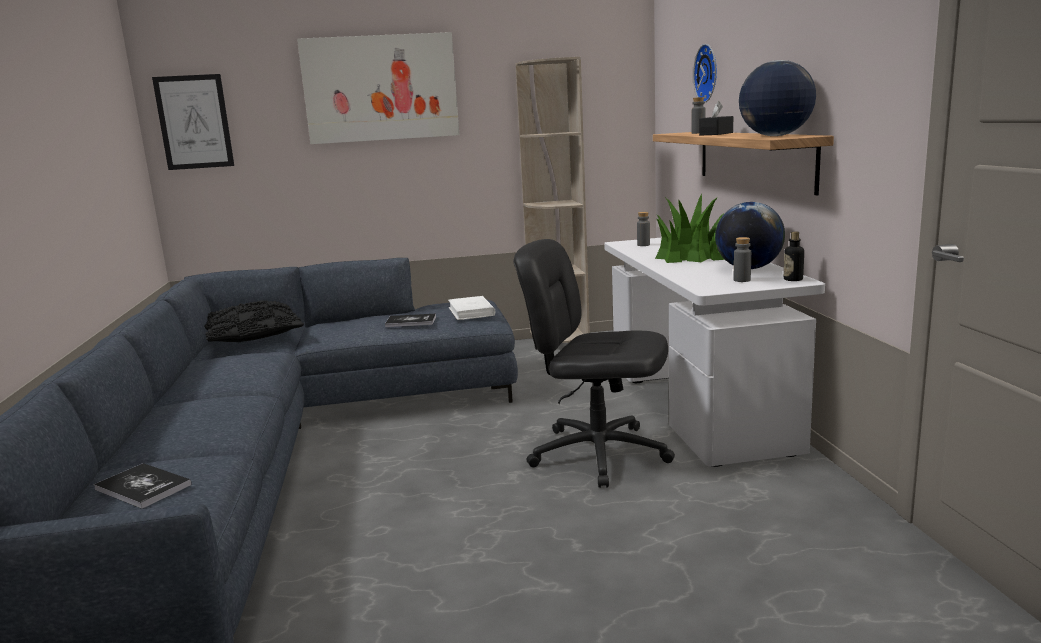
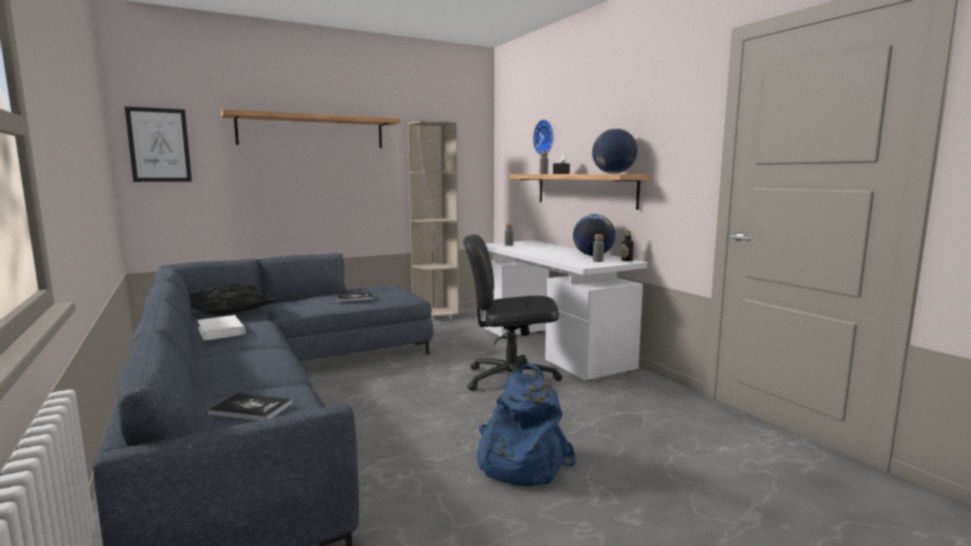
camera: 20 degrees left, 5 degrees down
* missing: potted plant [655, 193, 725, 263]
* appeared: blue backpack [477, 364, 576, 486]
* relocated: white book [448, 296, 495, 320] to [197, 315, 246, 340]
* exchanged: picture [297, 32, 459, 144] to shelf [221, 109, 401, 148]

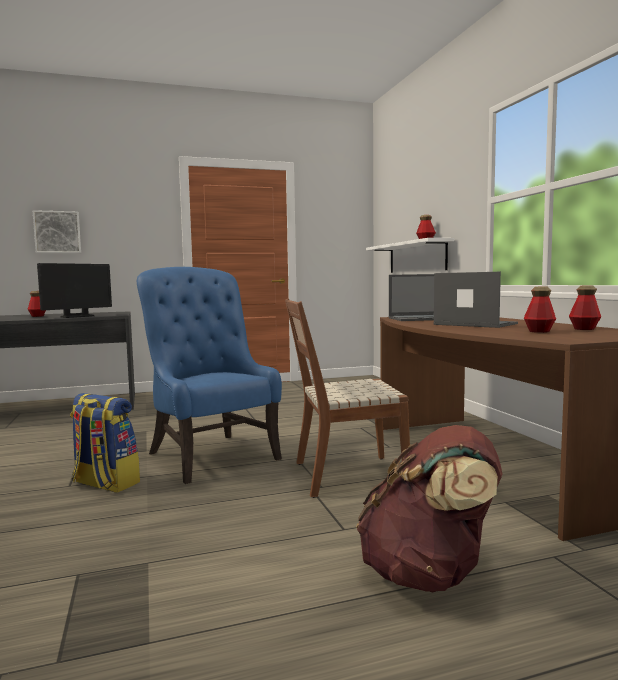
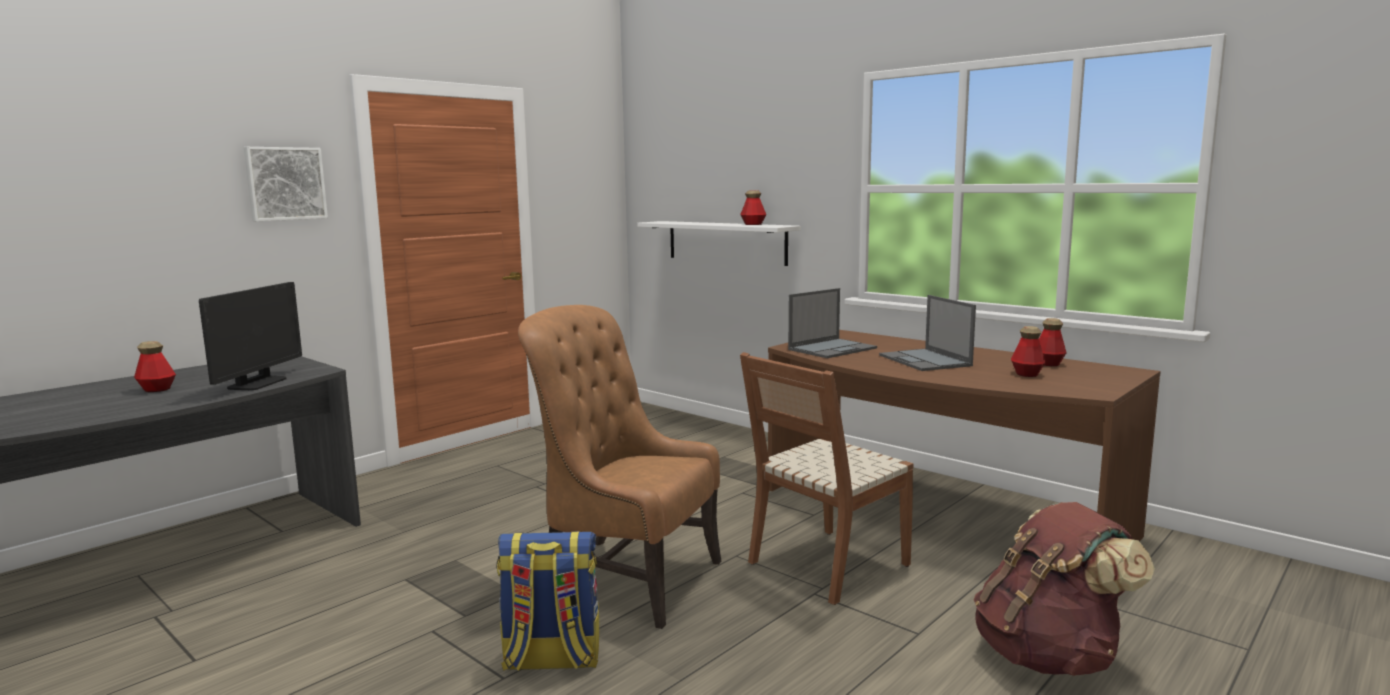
camera: 30 degrees left, 5 degrees up
* relocated: picture [33, 210, 81, 253] to [244, 147, 328, 221]
* colour: blue chair [137, 267, 282, 484] to brown chair [518, 305, 721, 629]
* spun: laptop [434, 272, 518, 328] = [879, 295, 976, 371] 120 degrees counterclockwise

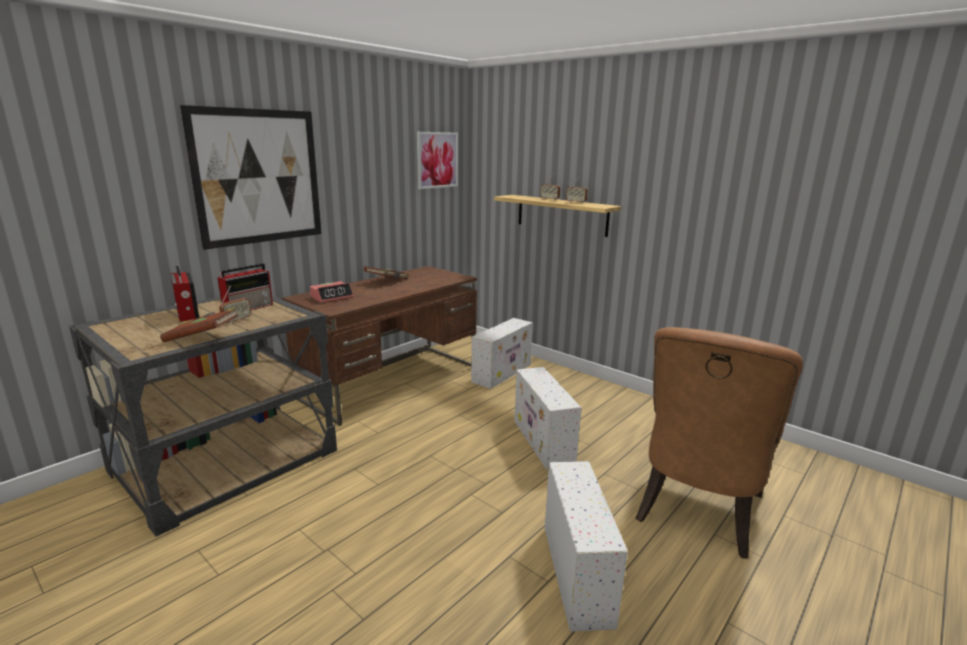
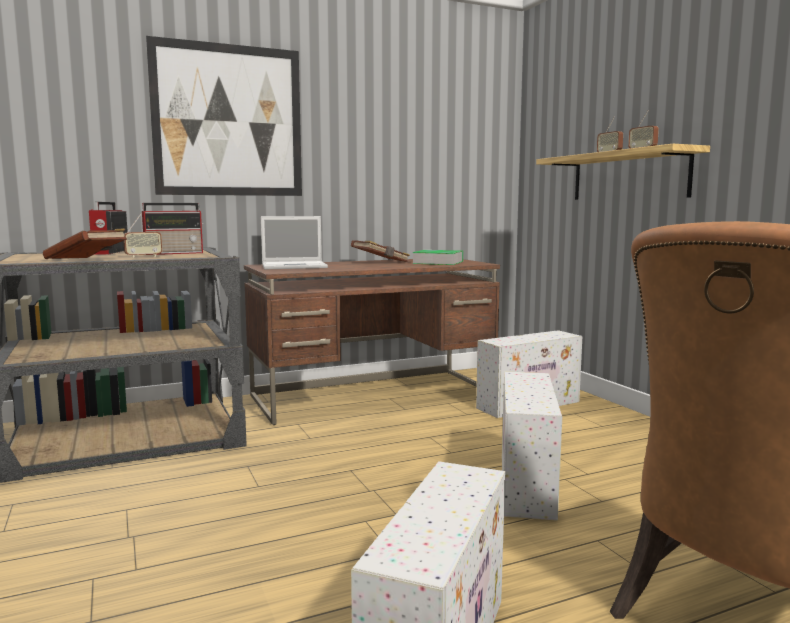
camera: 25 degrees right, 10 degrees down
* missing: picture [417, 132, 458, 189]
* appeared: book [412, 250, 464, 265]
* exchanged: alarm clock [310, 281, 354, 303] to laptop [261, 216, 328, 269]

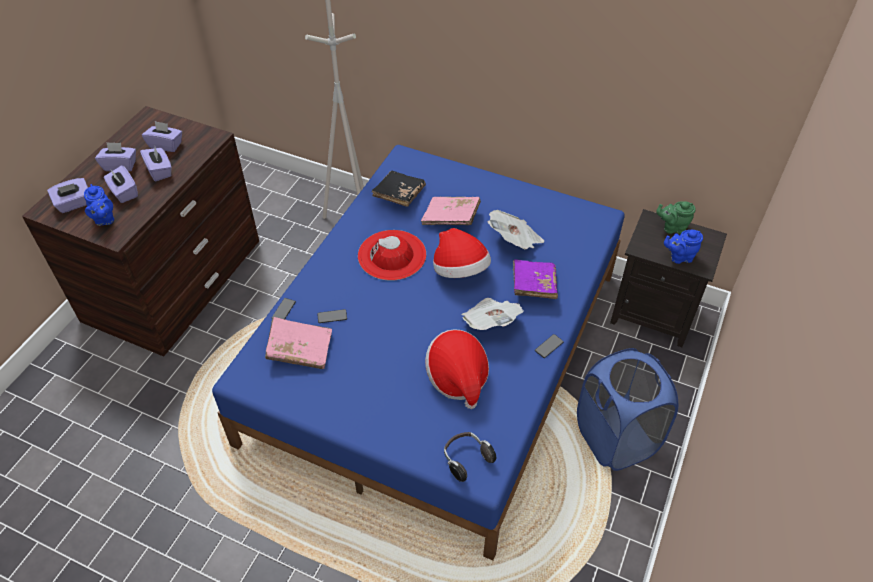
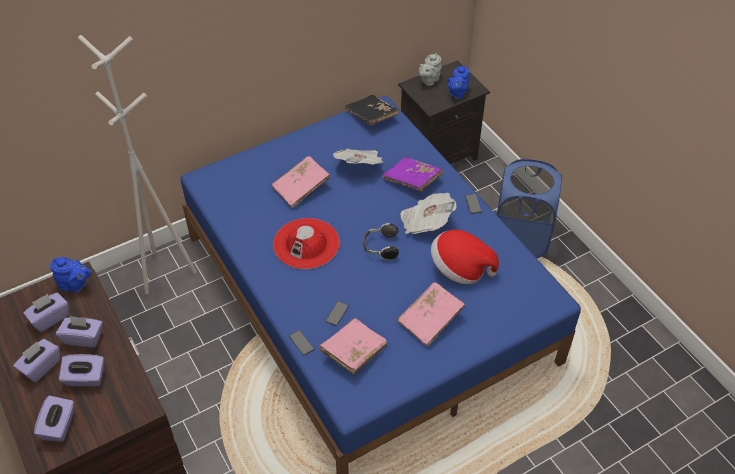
camera: 55 degrees left, 0 degrees up
* missing: hat [433, 228, 491, 278]
* appeared: pink book [398, 283, 465, 347]
* relocated: blue teapot [84, 184, 114, 226] to [50, 257, 92, 292]
* relocated: black book [372, 171, 426, 207] to [345, 95, 399, 125]
* relocated: headphones [444, 432, 496, 482] to [363, 223, 399, 260]
* colour: green teapot [656, 201, 696, 234] to grey teapot [419, 53, 441, 86]

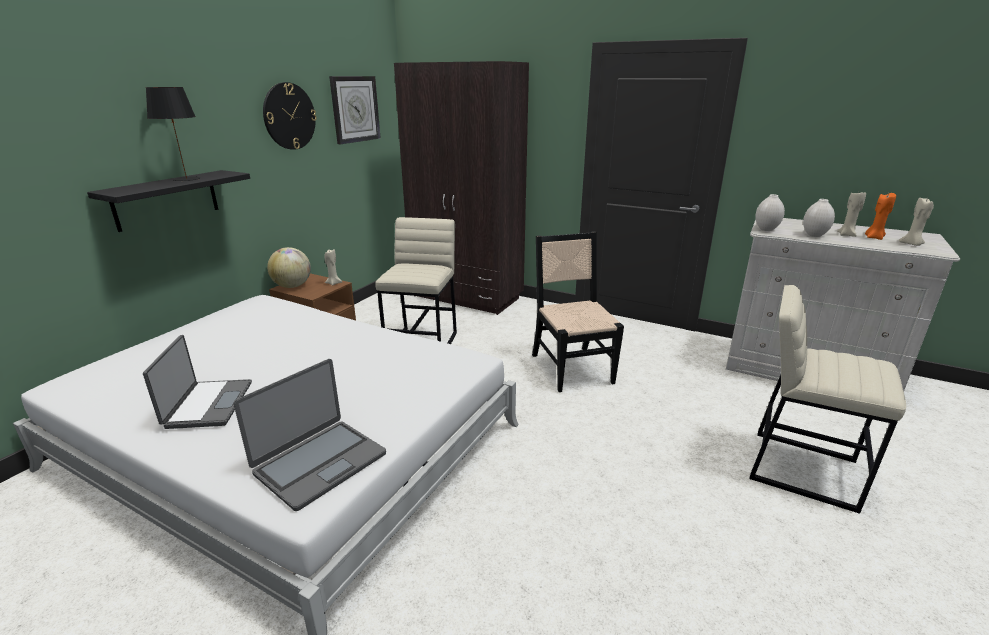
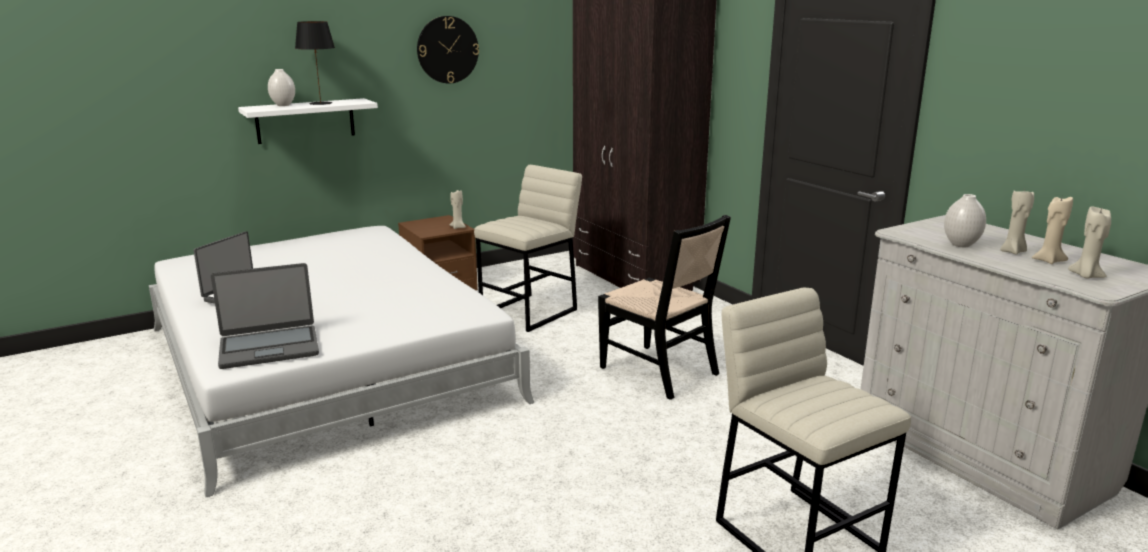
camera: 30 degrees right, 5 degrees down
* missing: globe [267, 247, 311, 288]
* missing: wall clock [329, 76, 381, 144]
* relocated: white vase [755, 194, 785, 231] to [268, 69, 295, 106]
* colour: black shelf [87, 170, 250, 232] to white shelf [238, 98, 378, 144]
* colour: orange candle [865, 193, 896, 240] to beige candle [1032, 197, 1073, 264]
* spun: chair [532, 231, 624, 392] = [598, 215, 731, 400] 120 degrees clockwise

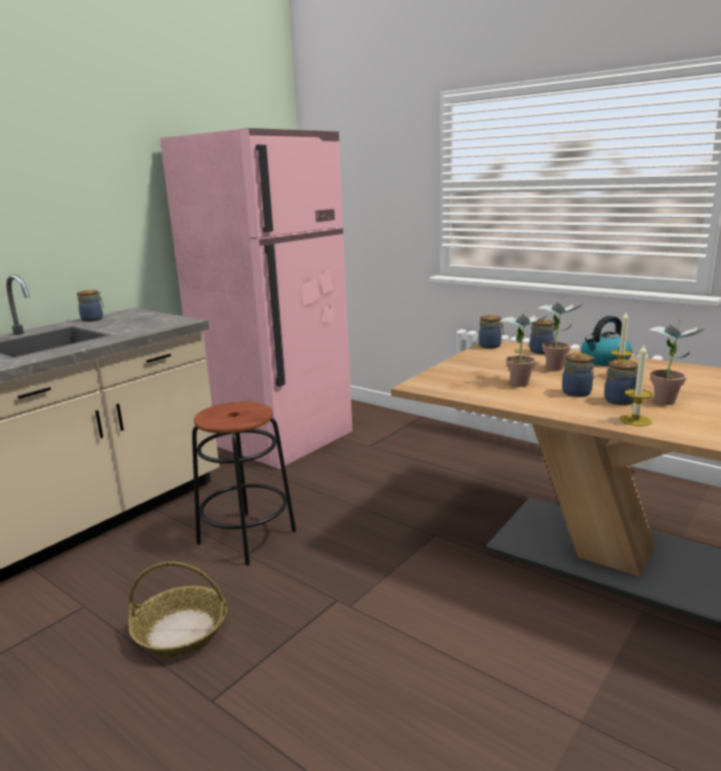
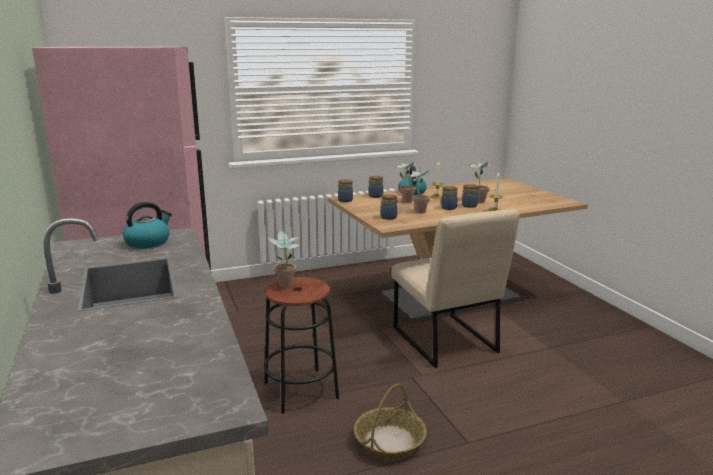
camera: 60 degrees left, 0 degrees up
* appeared: kettle [123, 202, 172, 249]
* appeared: potted plant [266, 229, 301, 288]
* appeared: beige chair [391, 209, 520, 368]
* relocated: jar [77, 290, 104, 322] to [381, 194, 397, 220]

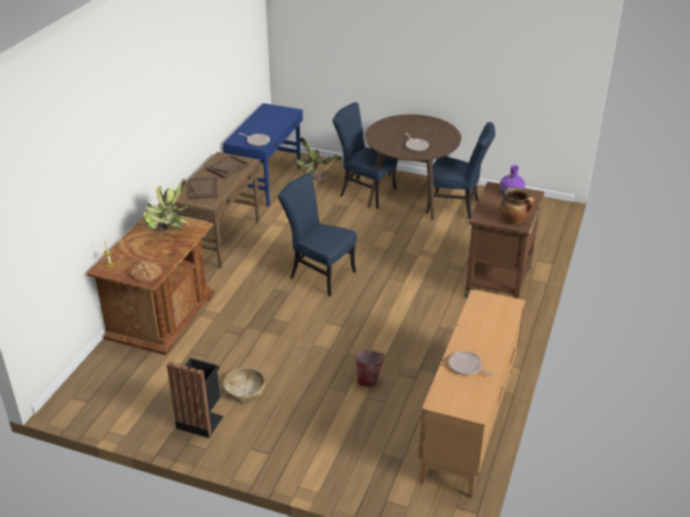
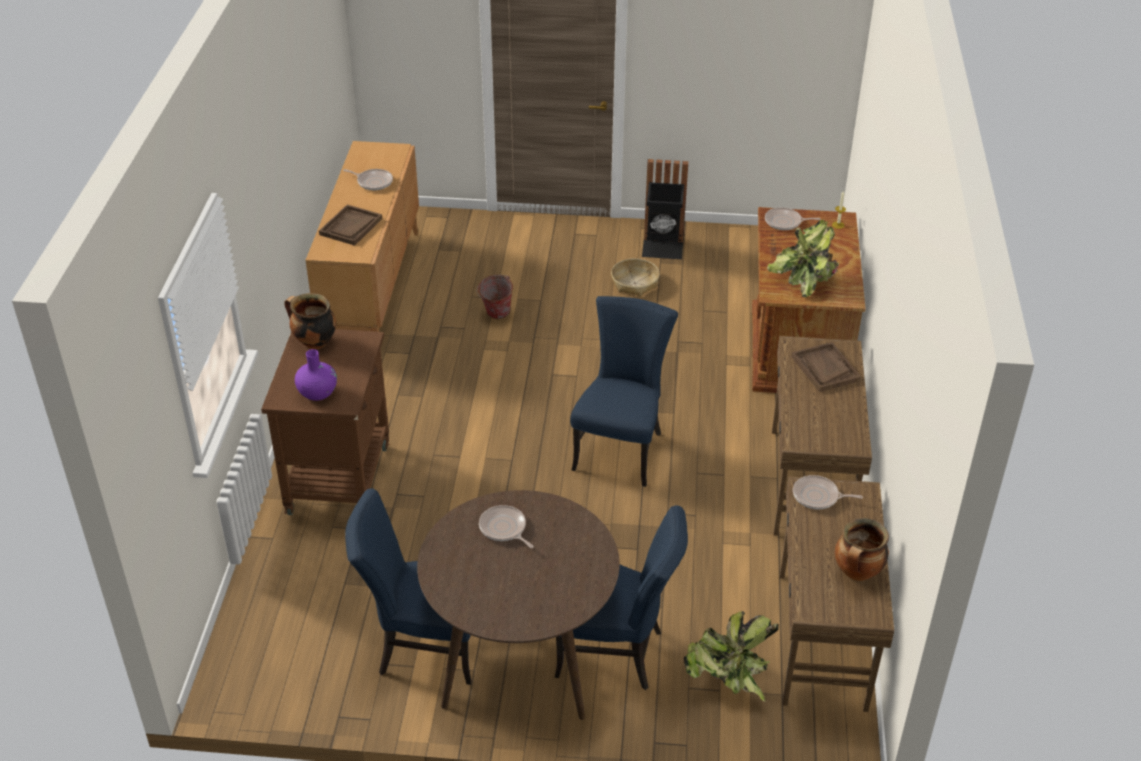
camera: 165 degrees right, 5 degrees up
* appeared: cooking pot [835, 518, 889, 581]
* relocated: brown tray [206, 155, 250, 179] to [319, 204, 382, 246]
* exchanged: bread [130, 260, 162, 282] to frying pan [765, 207, 821, 230]
* colour: blue console table [223, 103, 303, 206] to brown console table [780, 476, 894, 712]
* spun: blue chair [278, 173, 357, 296] = [570, 296, 678, 487] 90 degrees counterclockwise

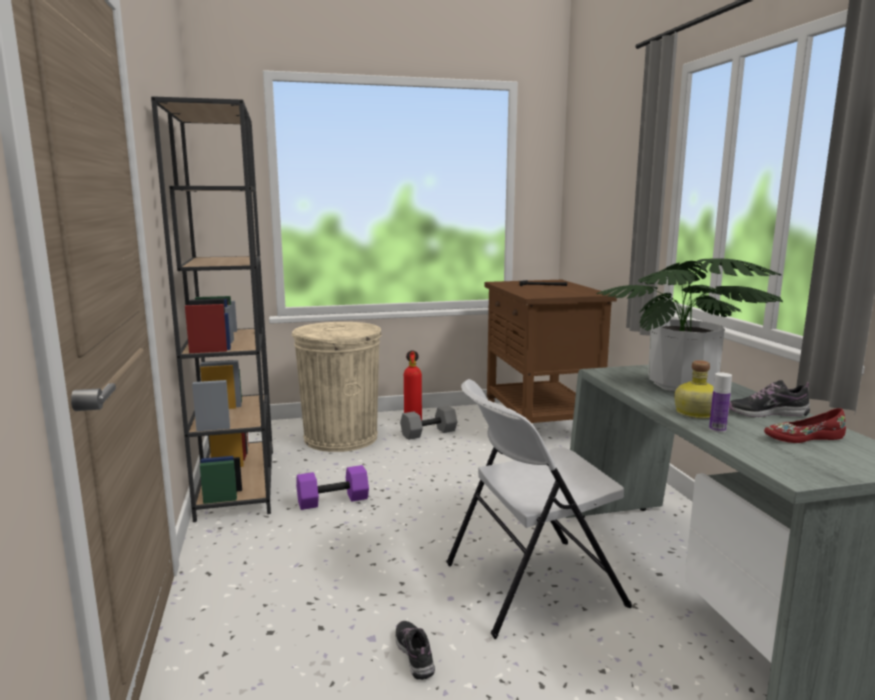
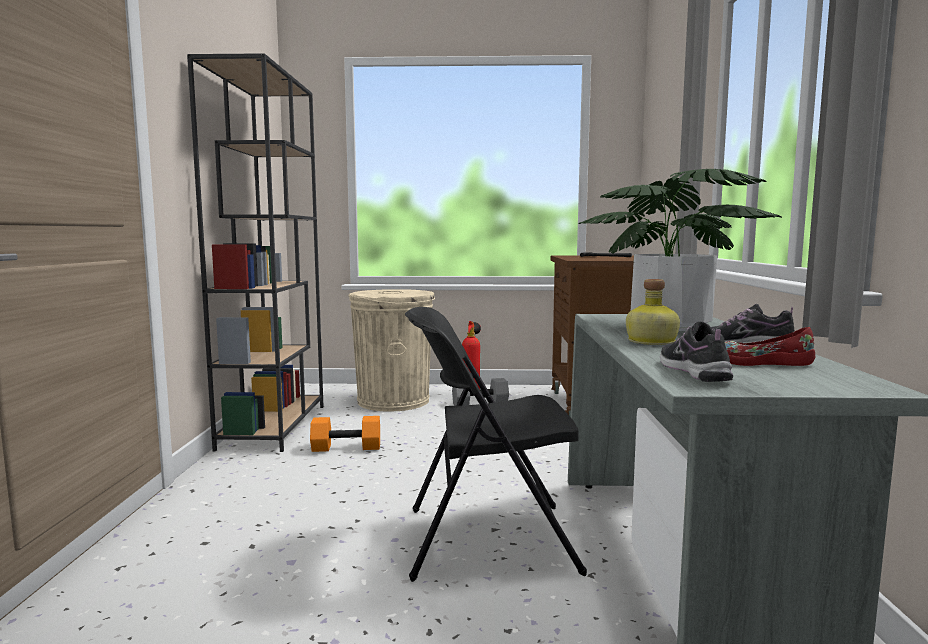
camera: 15 degrees right, 5 degrees down
* missing: bottle [709, 373, 732, 433]
* relocated: shoe [395, 621, 435, 680] to [660, 321, 733, 382]
* colour: purple dumbbell [296, 465, 369, 510] to orange dumbbell [310, 416, 380, 452]
* colour: white chair [446, 379, 632, 639] to black chair [405, 307, 587, 582]

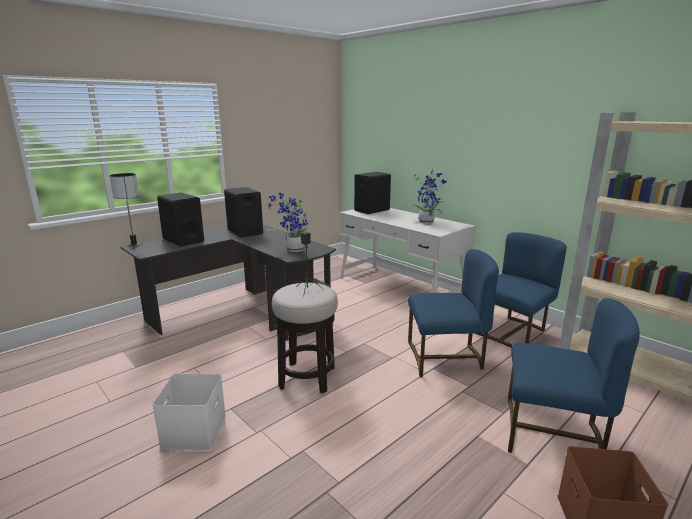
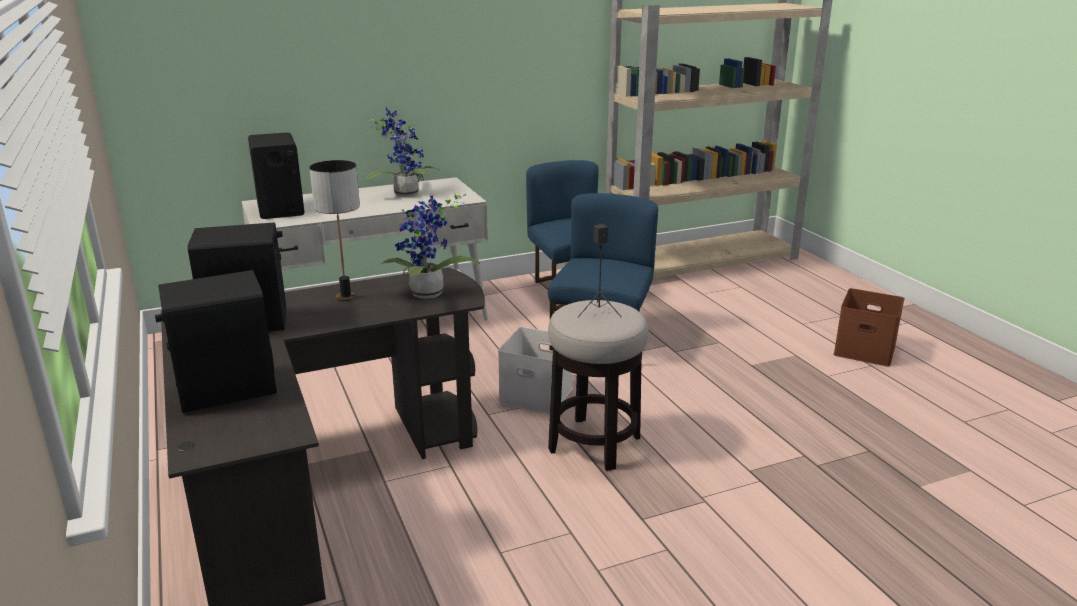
camera: 70 degrees left, 5 degrees up
* missing: blue chair [508, 298, 640, 453]
* relocated: table lamp [110, 173, 140, 247] to [309, 160, 360, 301]
* relocated: white storage box [152, 373, 226, 451] to [498, 327, 573, 414]

